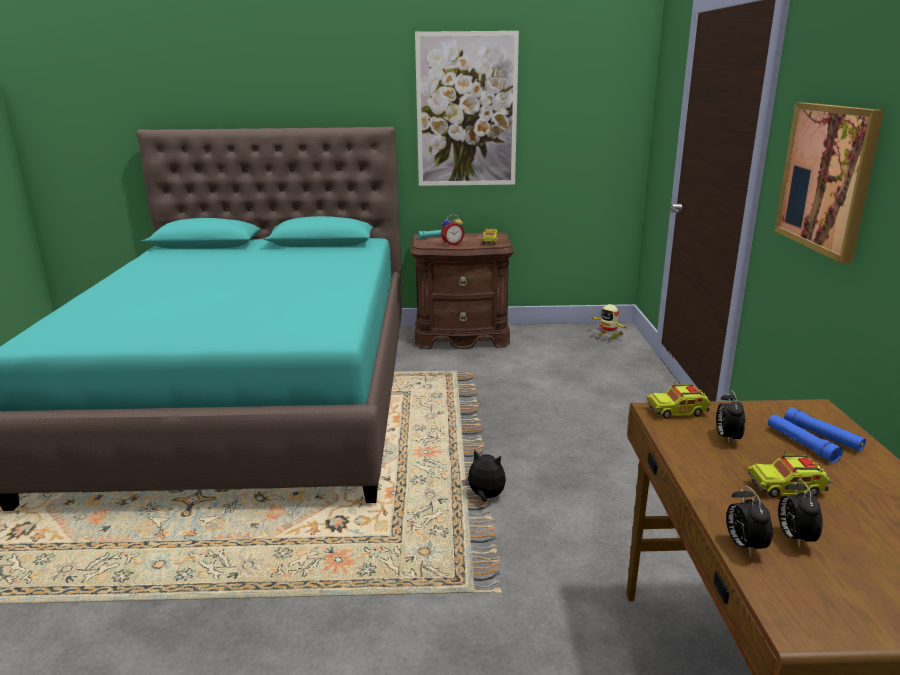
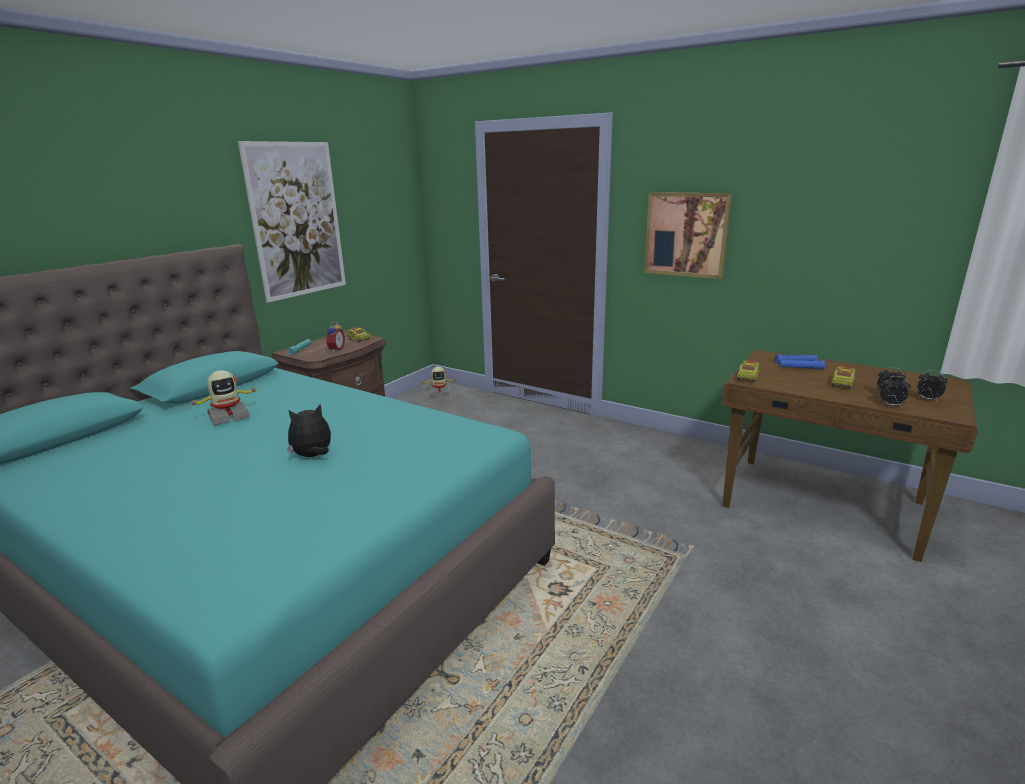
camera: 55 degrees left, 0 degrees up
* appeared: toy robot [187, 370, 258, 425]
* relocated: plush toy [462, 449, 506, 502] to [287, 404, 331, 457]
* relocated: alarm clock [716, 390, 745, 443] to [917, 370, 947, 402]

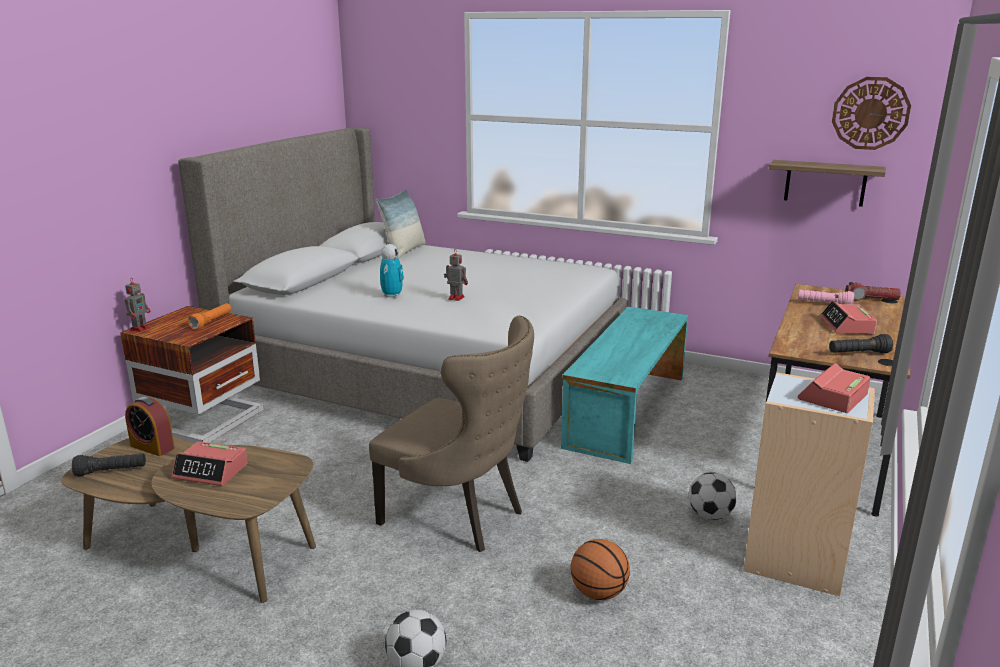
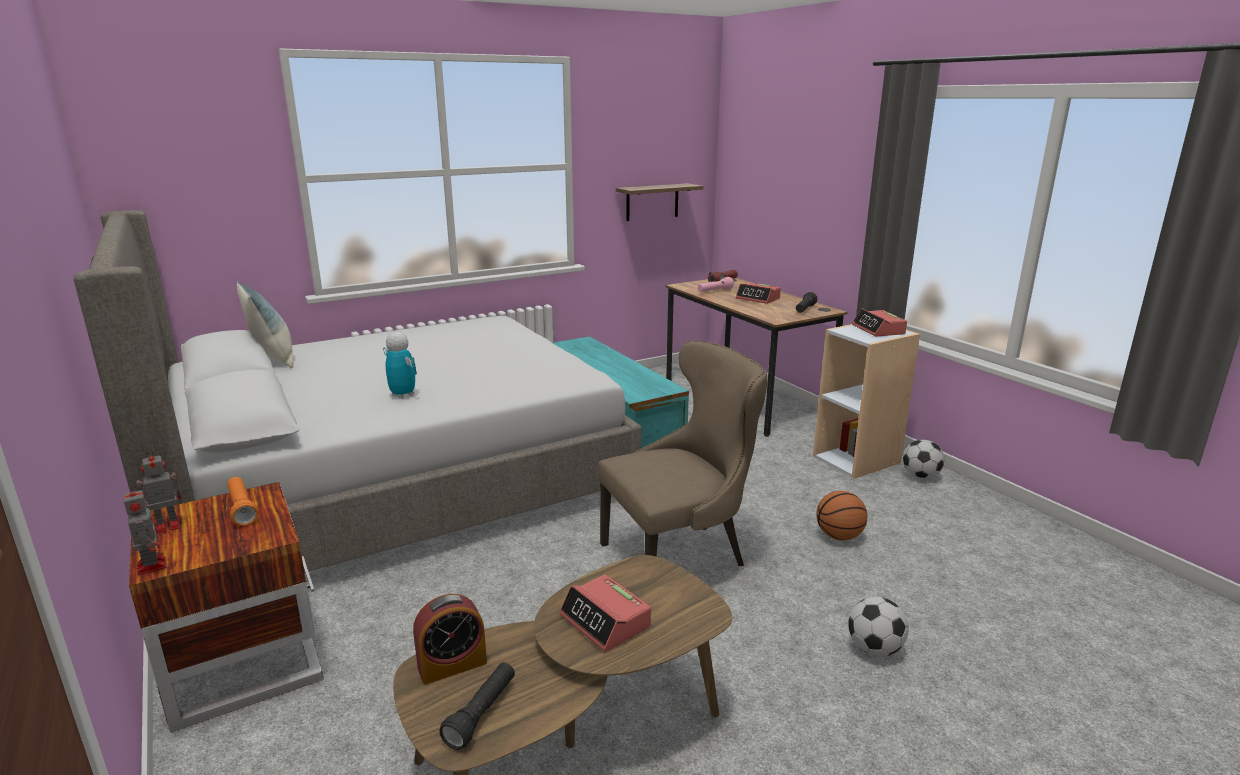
camera: 55 degrees left, 0 degrees up
* missing: wall clock [832, 77, 911, 150]
* relocated: toy robot [444, 251, 468, 301] to [136, 450, 181, 534]
* relocated: football [689, 472, 737, 520] to [903, 440, 944, 479]
* spun: alarm clock [172, 441, 247, 486] = [559, 575, 651, 652] 90 degrees clockwise

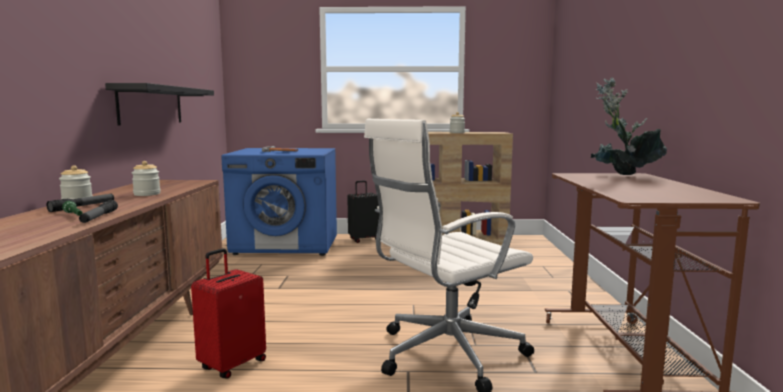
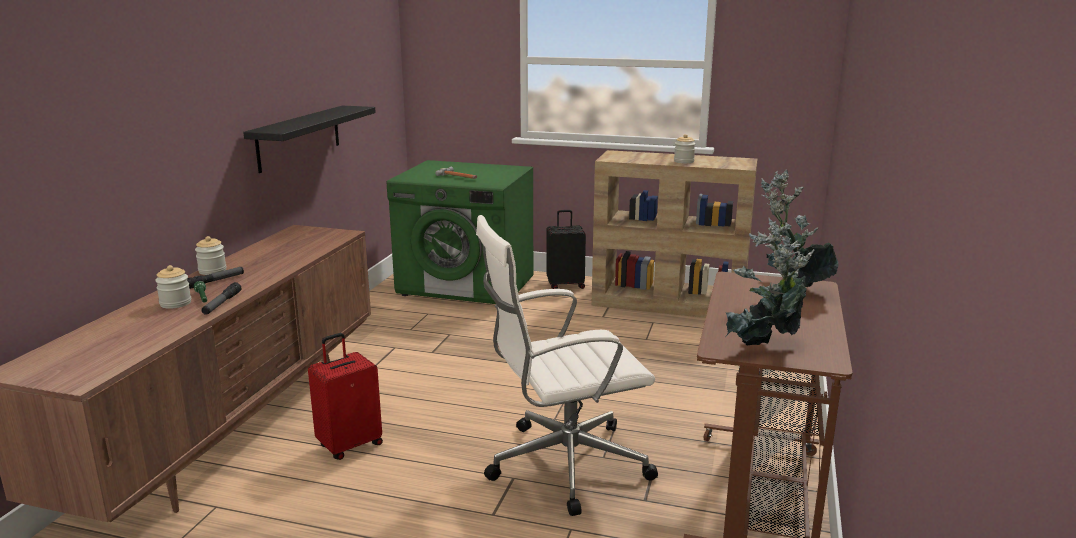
camera: 15 degrees right, 10 degrees up
* appeared: potted plant [726, 218, 815, 345]
* relocated: jar [132, 161, 161, 196] to [155, 265, 191, 309]
* colour: blue washing machine [221, 148, 337, 256] to green washing machine [387, 160, 533, 304]

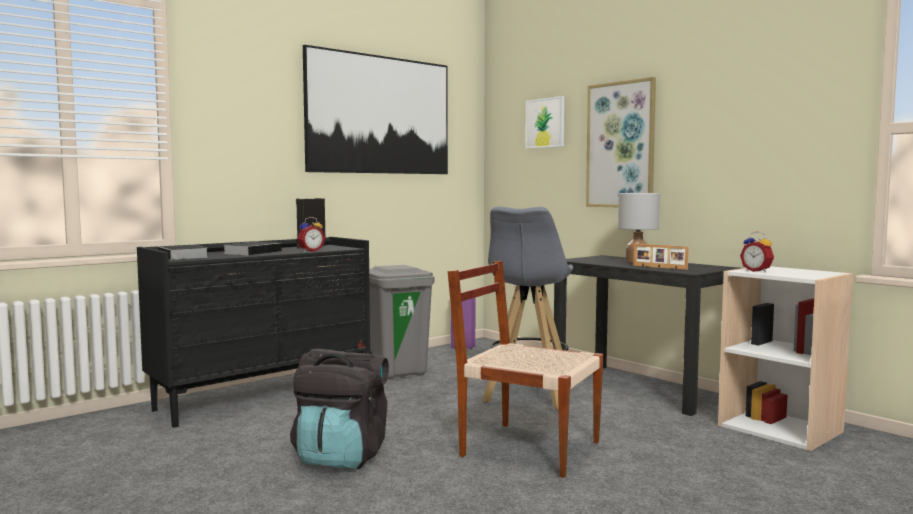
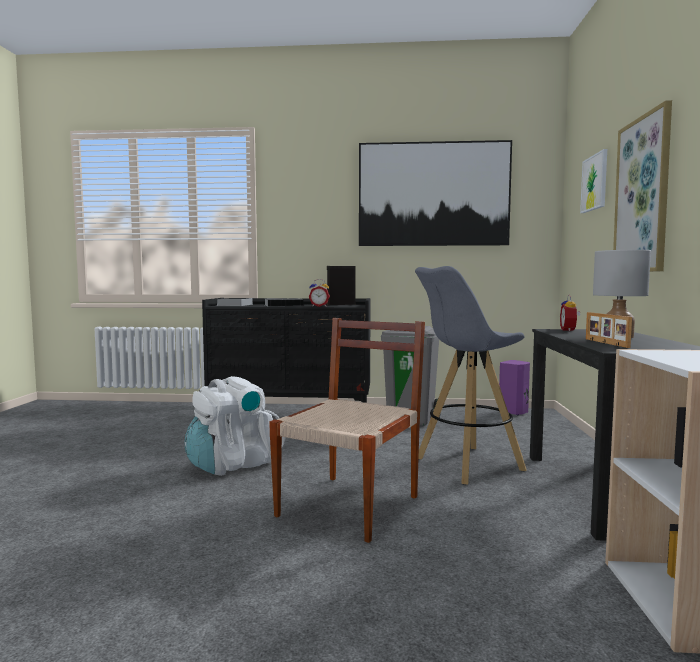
camera: 45 degrees right, 0 degrees up
* relocated: alarm clock [740, 231, 774, 272] to [560, 295, 581, 331]
* colour: black backpack [290, 349, 389, 469] to white backpack [184, 376, 286, 476]
* spun: chair [448, 261, 603, 478] = [270, 318, 425, 543] 45 degrees clockwise

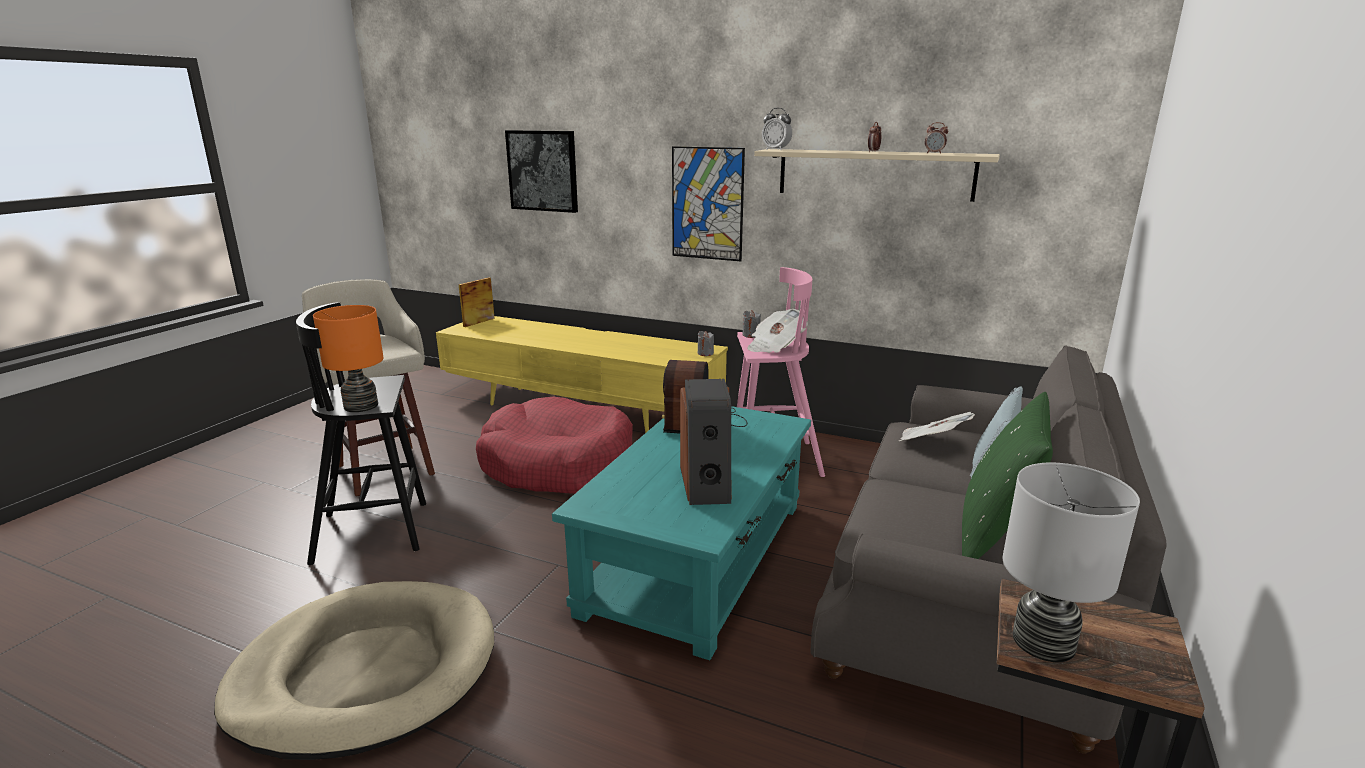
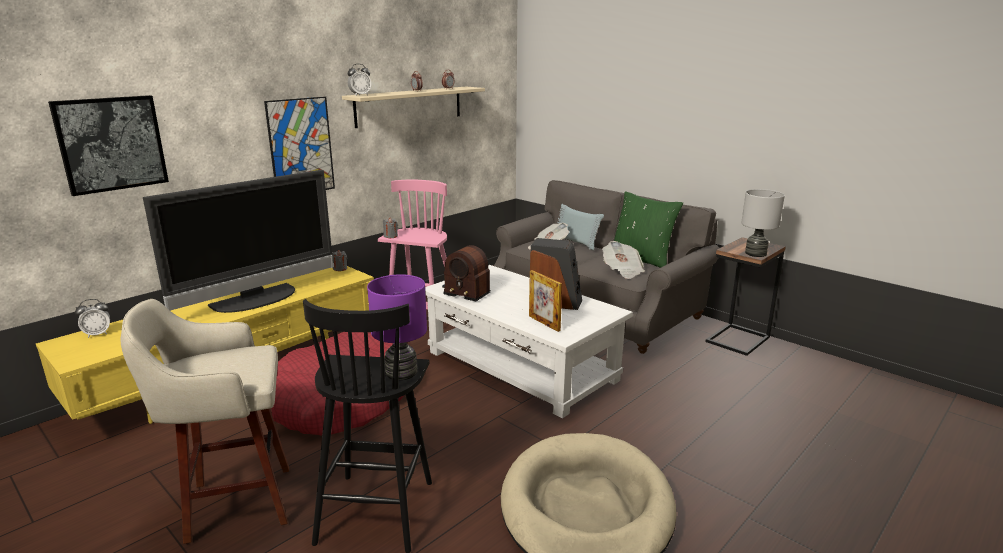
camera: 70 degrees left, 0 degrees up
* appeared: alarm clock [75, 299, 110, 338]
* appeared: television [143, 170, 333, 313]
* relocated: picture frame [459, 277, 495, 327] to [529, 270, 562, 332]
* relocated: newspaper [747, 309, 808, 353] to [602, 241, 645, 279]
* colour: orange table lamp [313, 305, 384, 412] to purple table lamp [367, 274, 427, 380]
* colour: turquoise coffee table [552, 406, 811, 660] to white coffee table [425, 265, 633, 418]

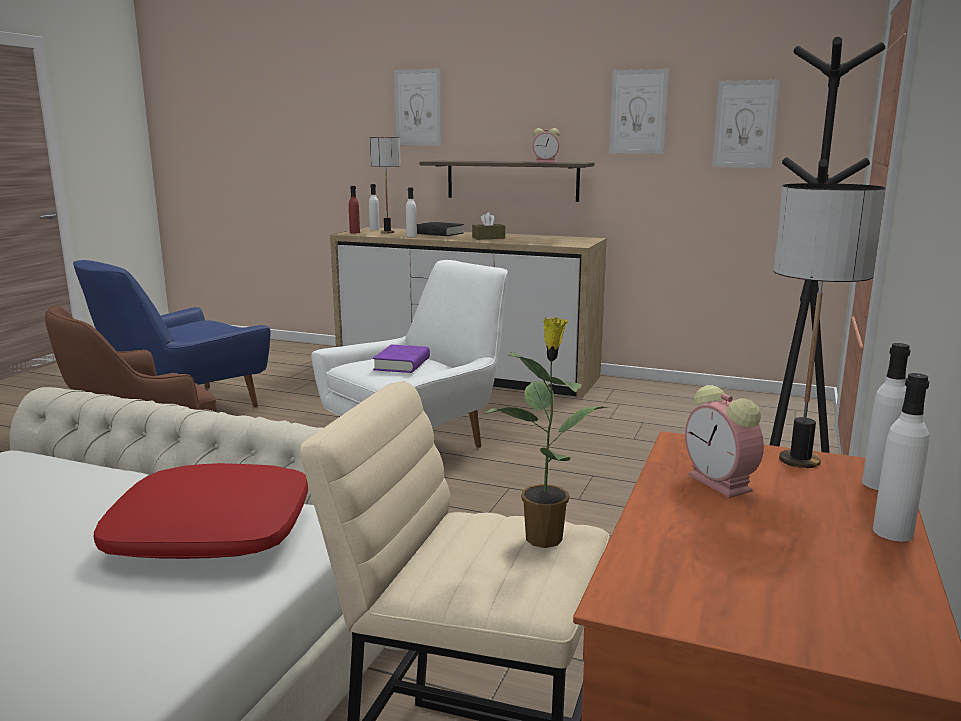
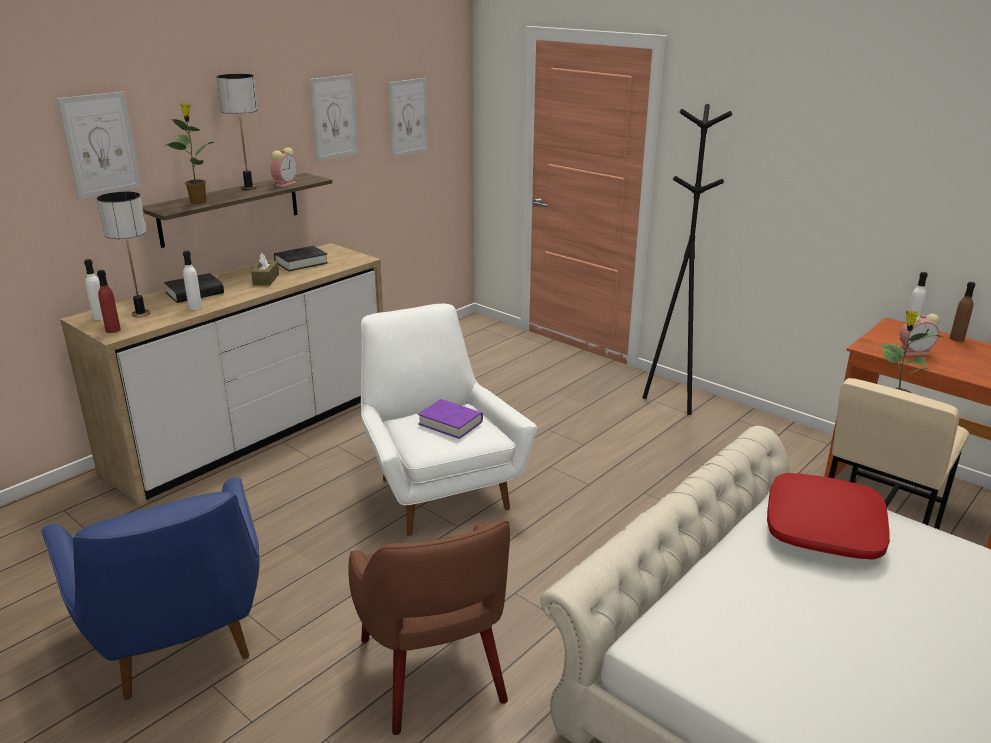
camera: 70 degrees left, 10 degrees up
* appeared: potted plant [164, 103, 215, 204]
* appeared: black book [274, 246, 328, 271]
* relocated: table lamp [774, 183, 886, 468] to [216, 74, 258, 190]
* colour: white bottle [873, 373, 929, 542] to brown bottle [950, 282, 975, 342]

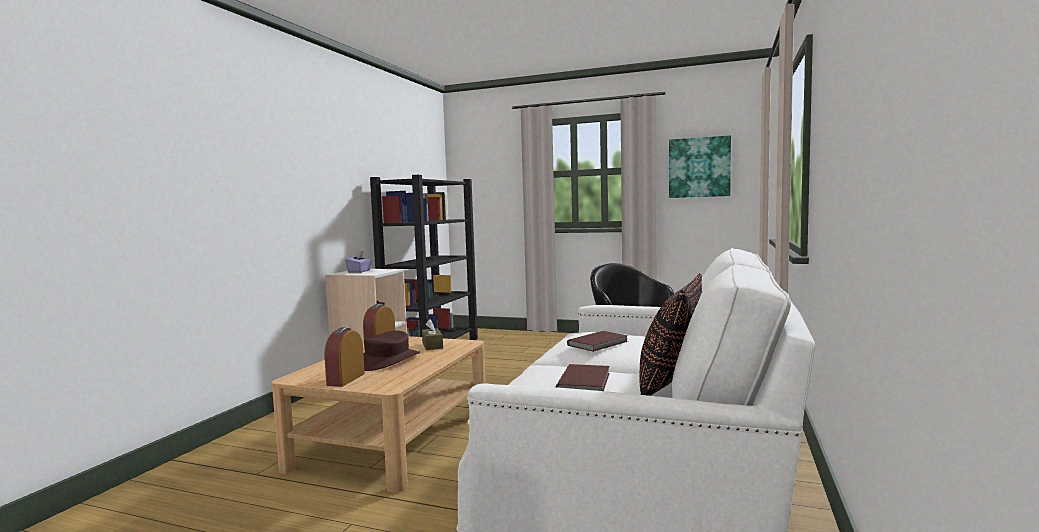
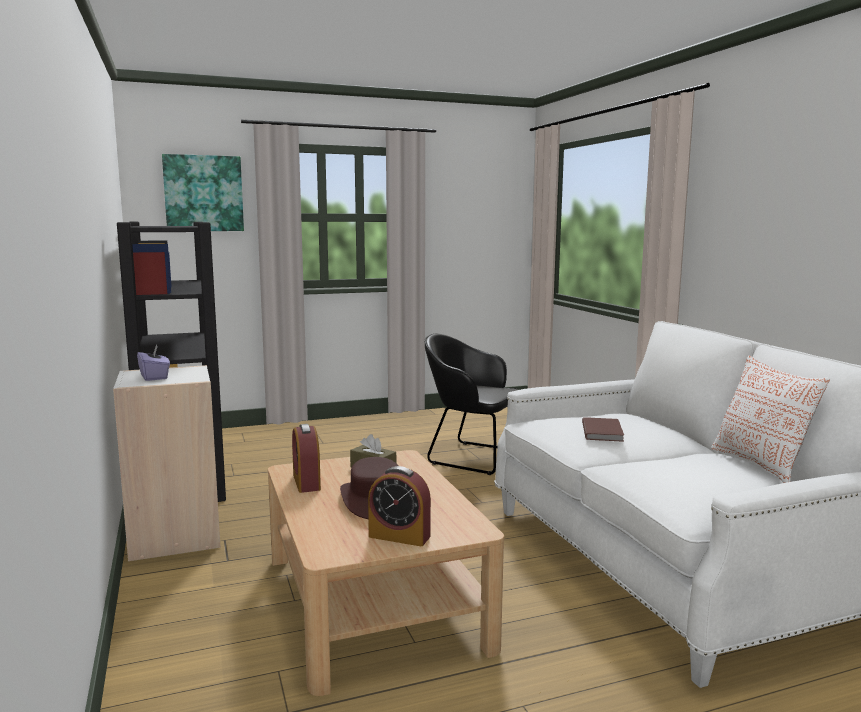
camera: 40 degrees left, 5 degrees up
* missing: brown book [556, 364, 610, 391]
* relocated: picture [669, 135, 731, 198] to [162, 154, 244, 231]
* colour: black pillow [640, 273, 702, 396] to white pillow [711, 356, 830, 483]
* spun: alarm clock [324, 327, 365, 387] = [368, 466, 431, 546] 45 degrees counterclockwise

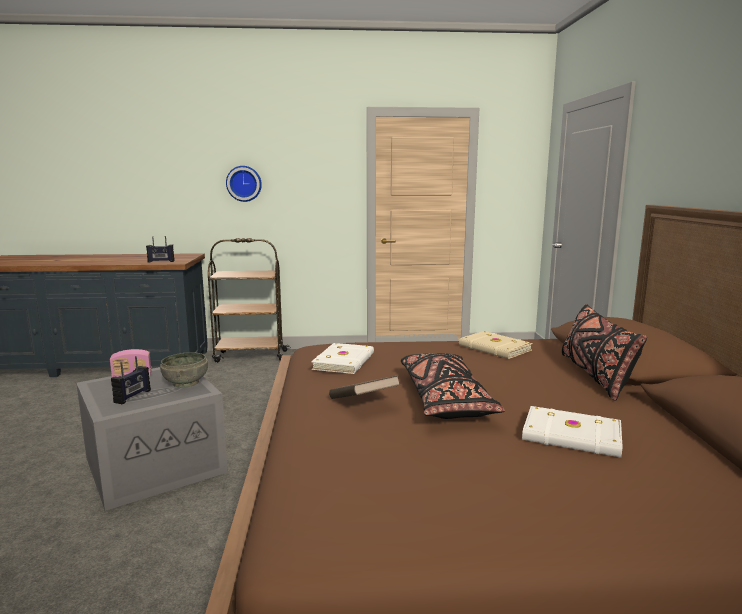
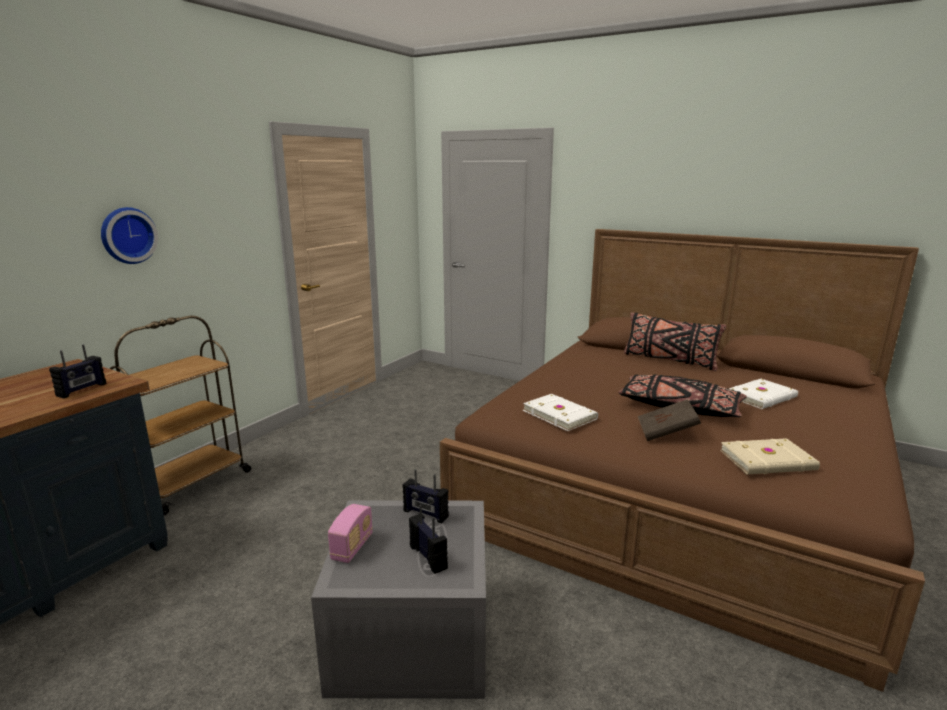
camera: 55 degrees left, 5 degrees up
* relocated: beige book [459, 331, 532, 359] to [720, 438, 820, 475]
* exchanged: grey bowl [160, 352, 208, 388] to radio [402, 469, 449, 523]

